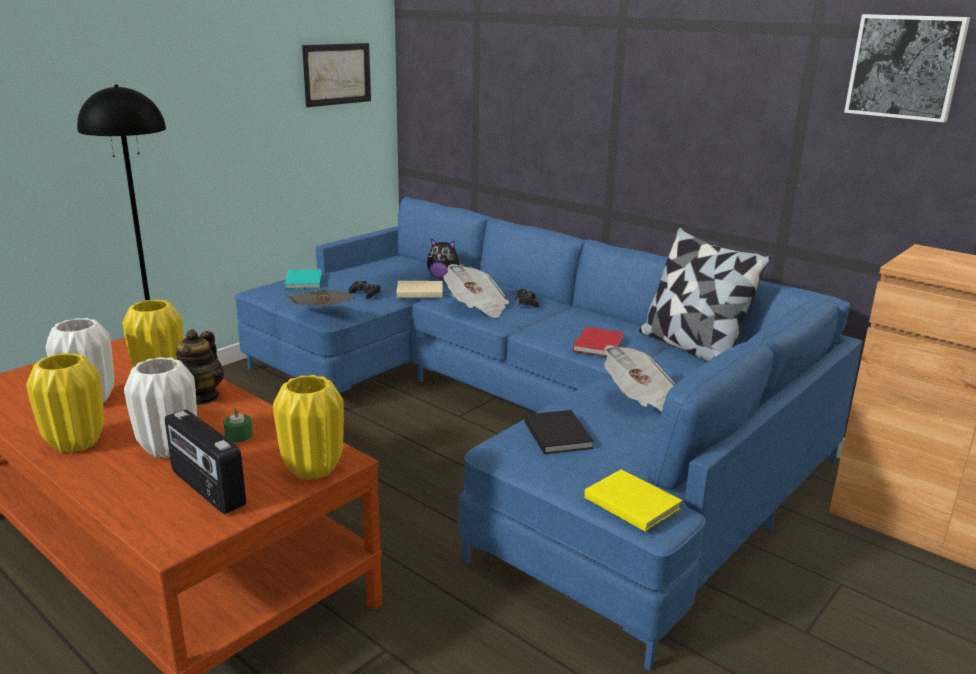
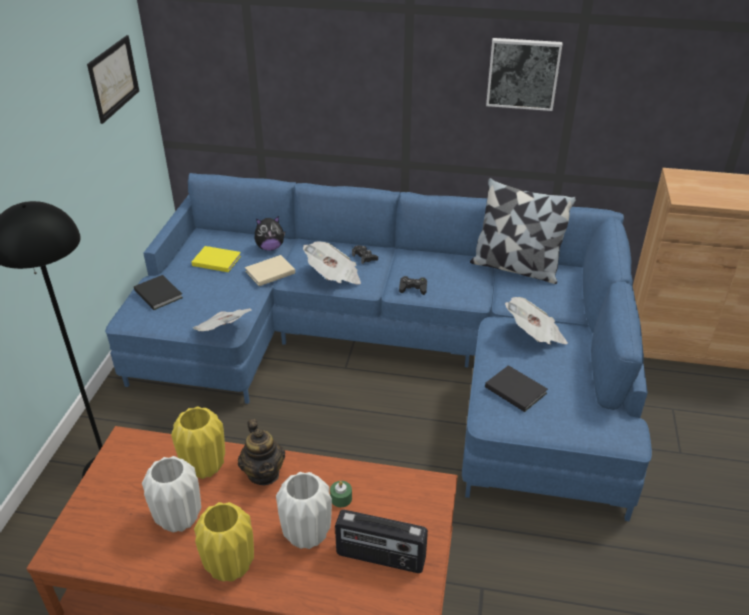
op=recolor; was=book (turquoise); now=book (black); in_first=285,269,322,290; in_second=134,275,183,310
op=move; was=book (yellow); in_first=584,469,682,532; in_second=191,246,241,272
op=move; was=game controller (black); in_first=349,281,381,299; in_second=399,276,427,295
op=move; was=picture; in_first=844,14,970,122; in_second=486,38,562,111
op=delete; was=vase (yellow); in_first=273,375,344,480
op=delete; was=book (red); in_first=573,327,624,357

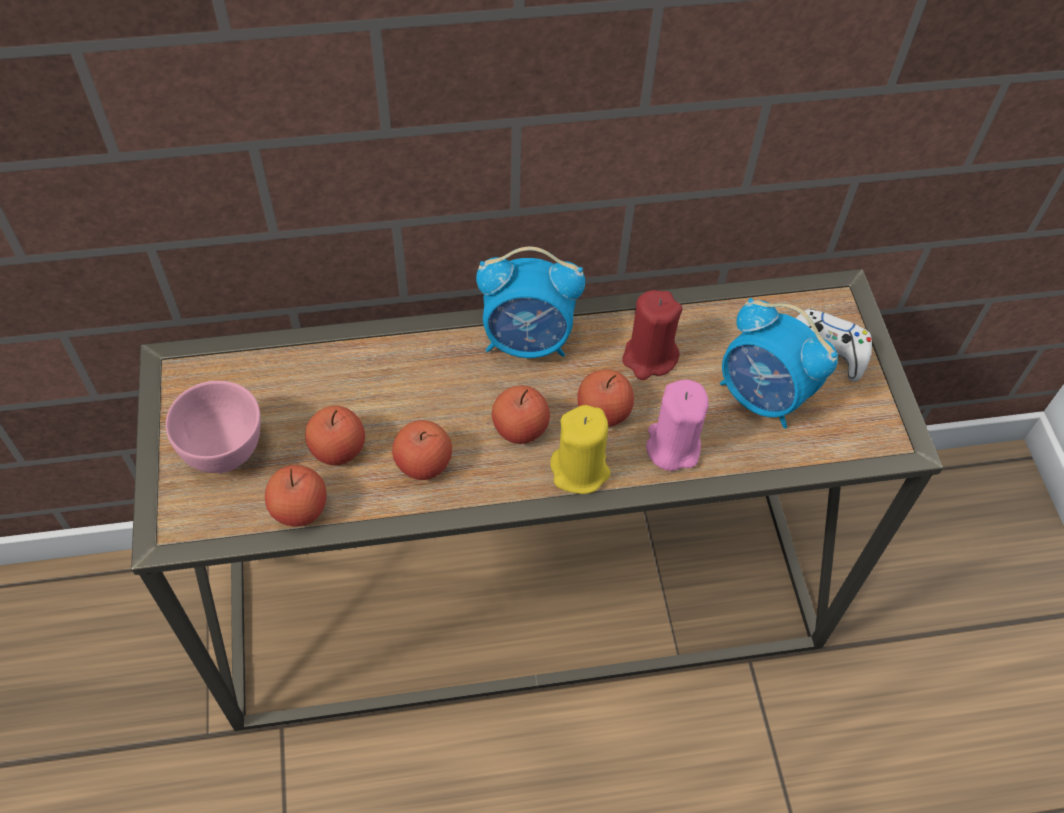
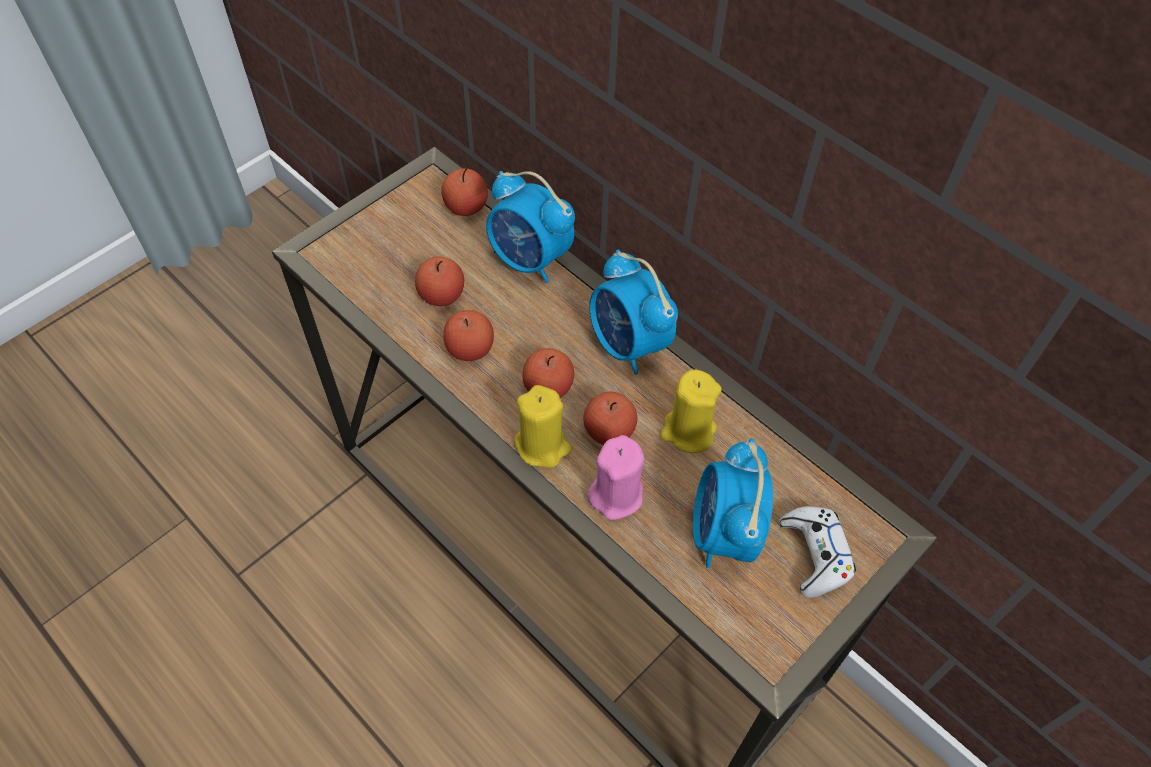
op=move; was=apple; in_first=265,465,327,526; in_second=441,167,488,216
op=insert; now=alarm clock; in_second=486,171,575,283
op=recolor; was=candle (red); now=candle (yellow); in_first=622,290,682,380; in_second=661,369,722,453
op=delete; was=bowl (pink); in_first=166,381,261,473

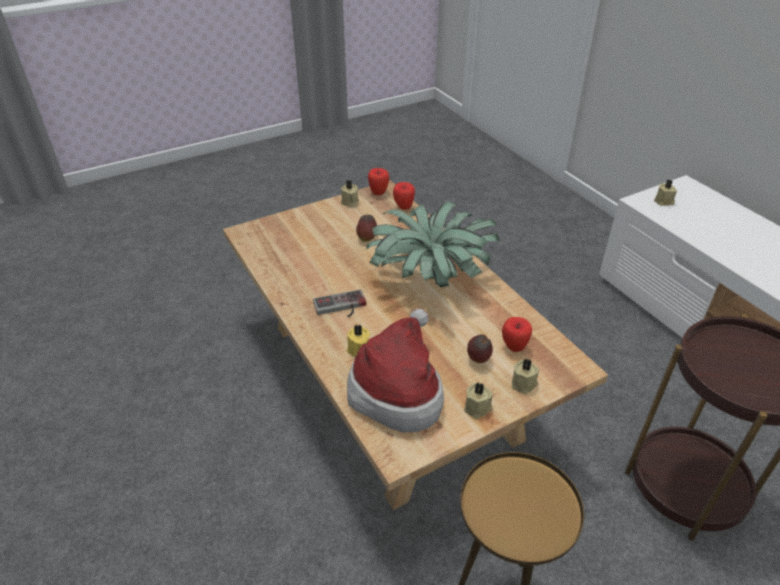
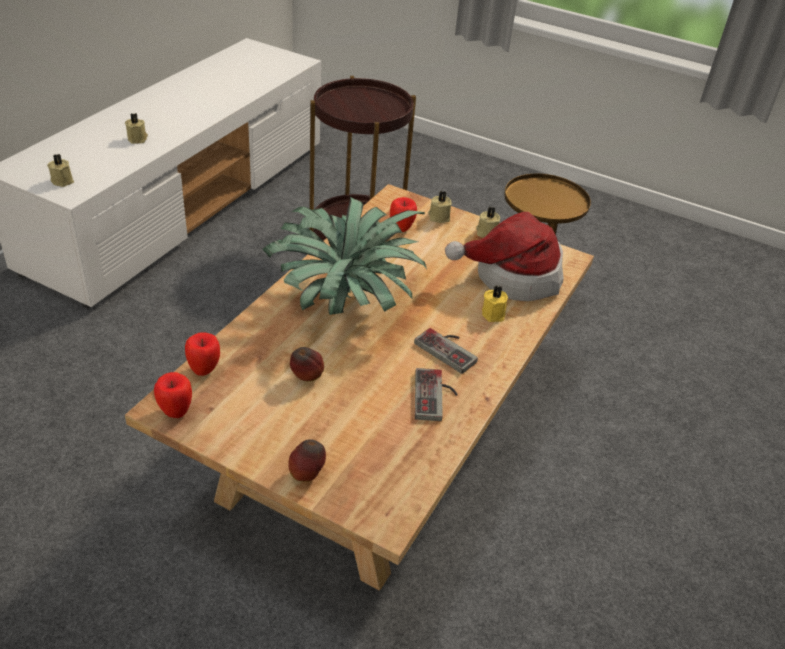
op=move; was=candle (beige); in_first=341,180,359,207; in_second=125,113,148,144
op=move; was=apple; in_first=467,334,493,363; in_second=289,439,326,482
op=insert; now=game controller; in_second=415,368,458,421

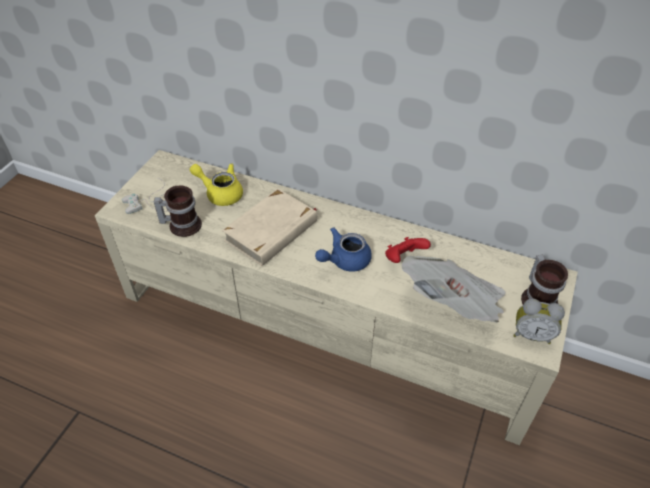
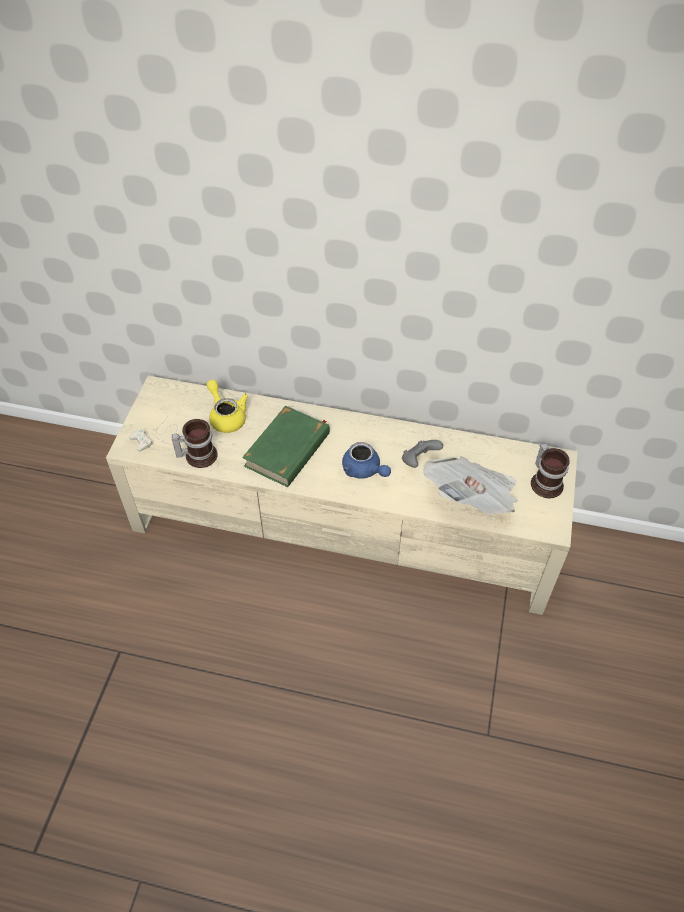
op=rotate; was=teapot (yellow); in_first=190,163,243,206; in_second=207,380,248,433; clockwise=45
op=recolor; was=book (beige); now=book (green); in_first=222,189,318,266; in_second=242,406,330,487
op=rotate; was=teapot (blue); in_first=315,227,372,272; in_second=342,442,391,479; clockwise=-90
op=recolor; was=game controller (red); now=game controller (grey); in_first=385,237,431,263; in_second=402,440,443,468
op=delete; was=alarm clock; in_first=513,299,565,344

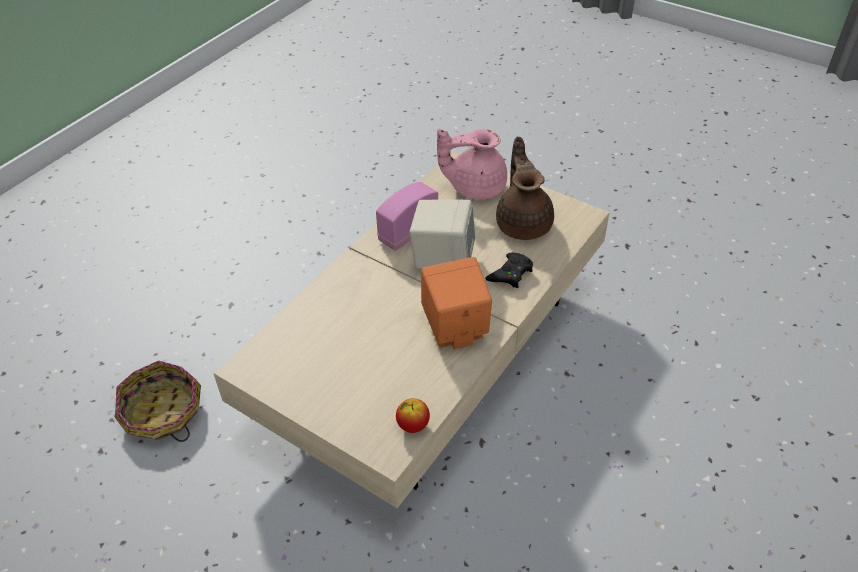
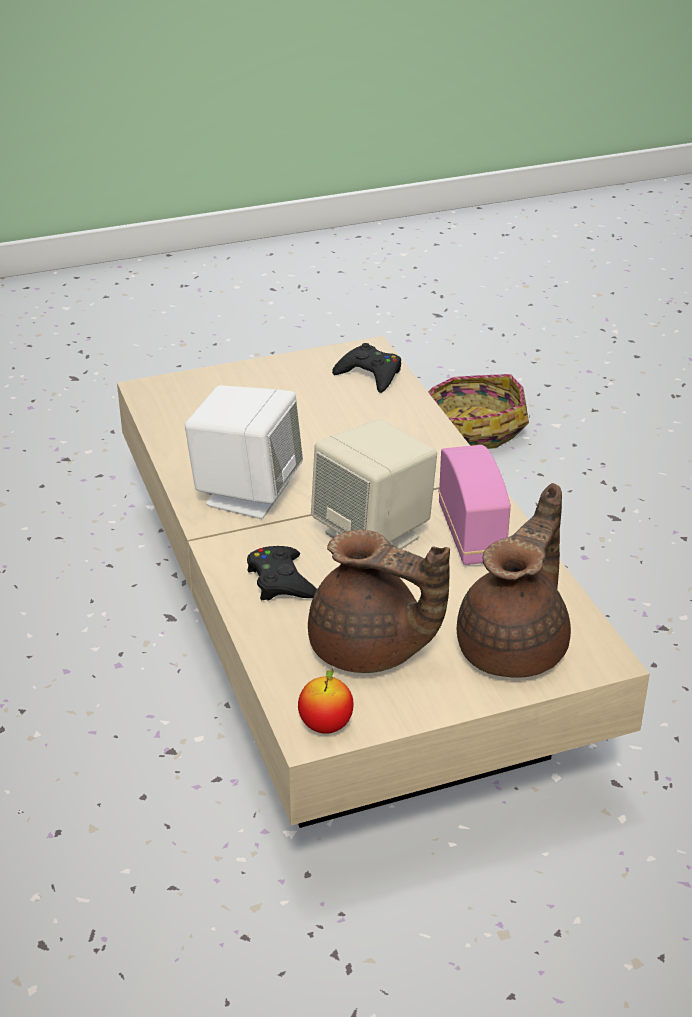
op=recolor; was=speaker (orange); now=speaker (white); in_first=421,257,492,349; in_second=185,385,303,519
op=move; was=apple; in_first=396,398,430,433; in_second=298,668,354,734
op=insert; now=game controller (black); in_second=332,343,401,393
op=recolor; was=teapot (pink); now=teapot (brown); in_first=437,129,507,199; in_second=457,483,571,678

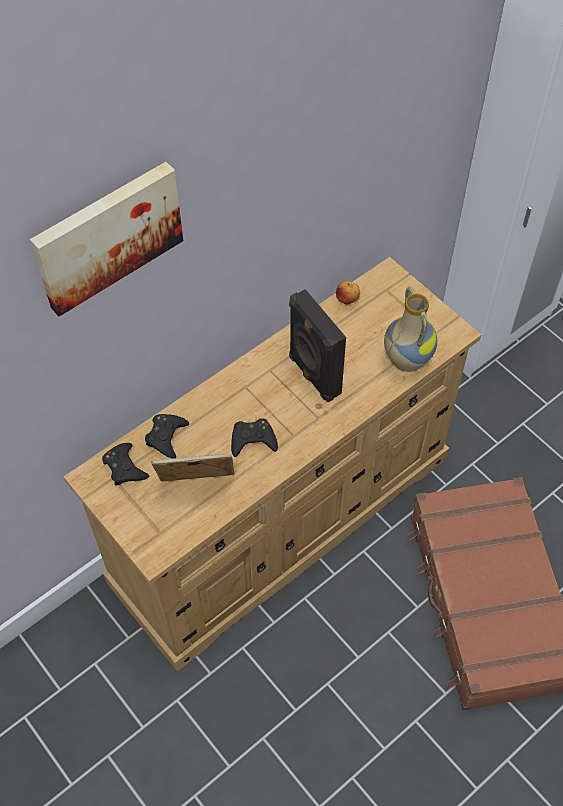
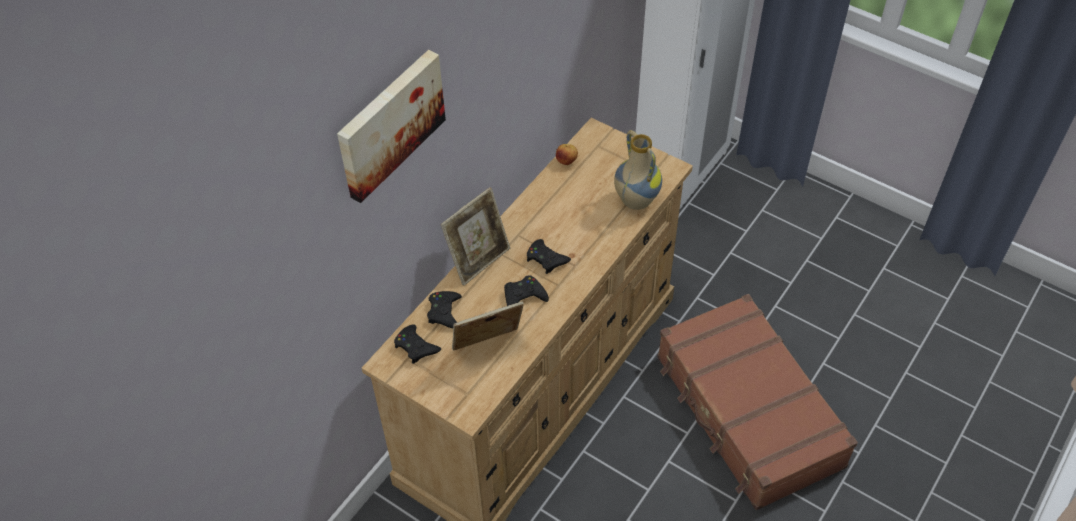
op=insert; now=picture frame; in_second=440,187,510,286
op=insert; now=game controller (black); in_second=527,239,571,274
op=delete; was=speaker (black); in_first=289,289,346,402

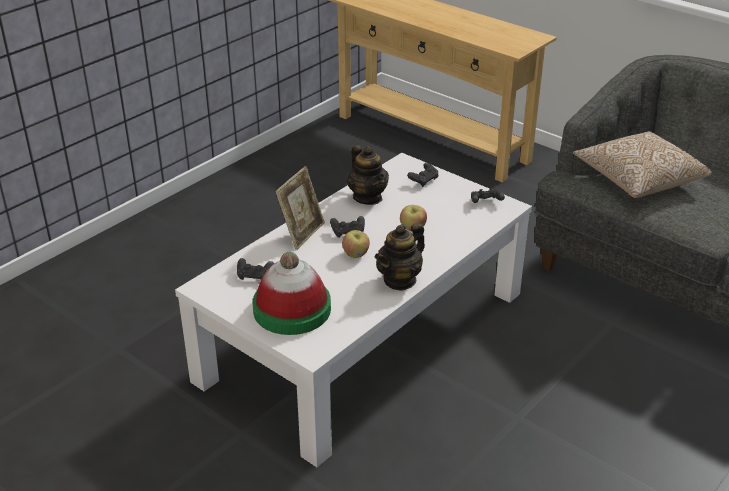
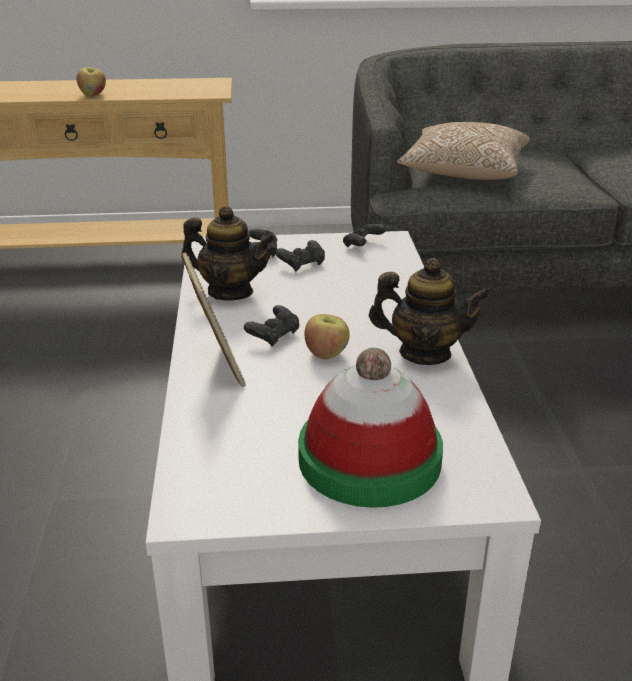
op=move; was=apple; in_first=400,205,427,231; in_second=77,67,106,96
op=move; was=game controller (black); in_first=237,258,274,280; in_second=276,240,325,272
op=rotate; was=teapot; in_first=375,223,425,291; in_second=369,258,490,365; clockwise=-75

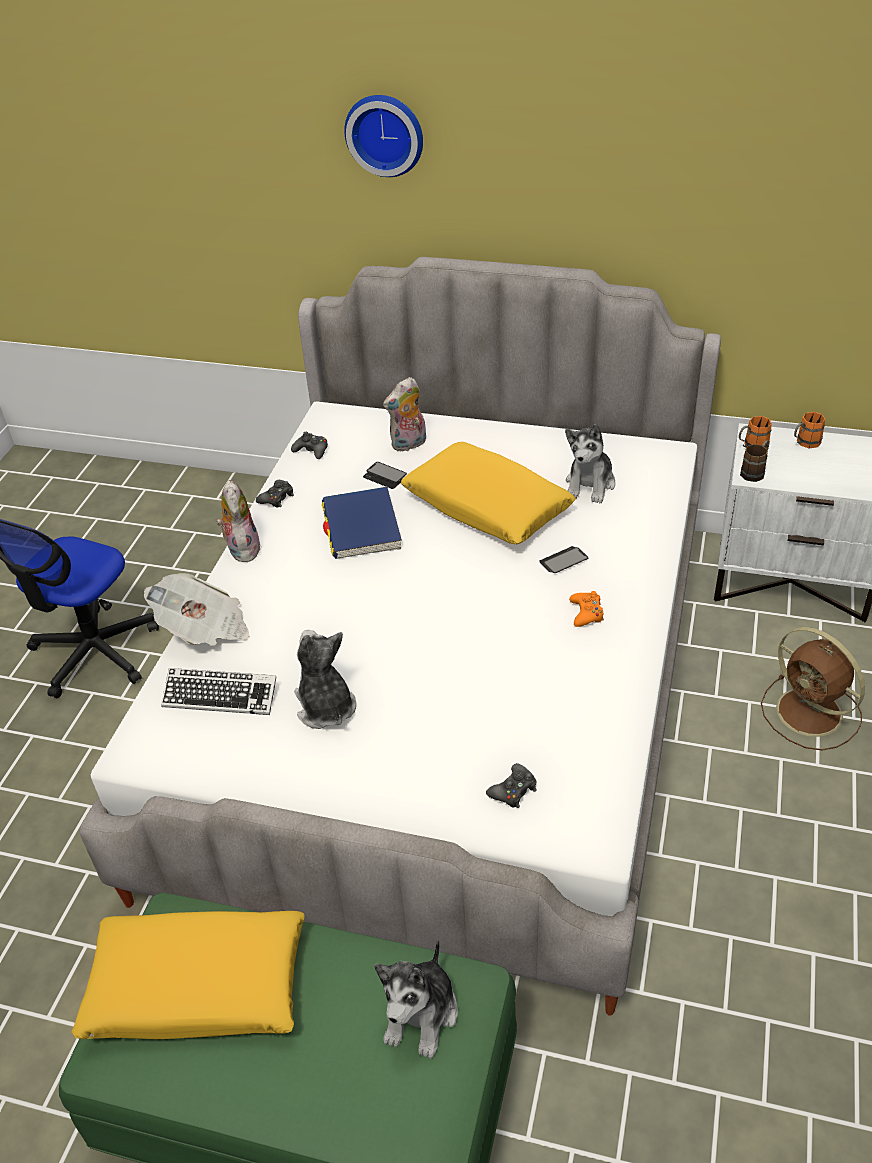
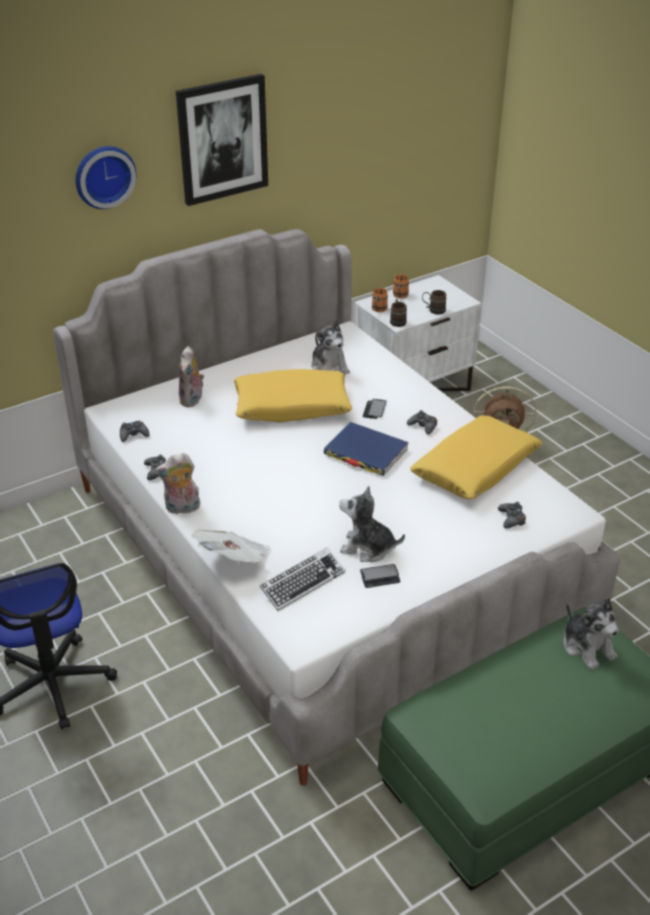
op=rotate; was=plush toy; in_first=217,480,261,562; in_second=155,453,200,514; clockwise=-45
op=insert; now=picture; in_second=176,74,268,206
op=move; was=book (blue); in_first=321,486,402,559; in_second=324,422,409,476
op=move; was=phone; in_first=363,462,407,489; in_second=360,564,400,588
op=recolor; was=game controller (orange); now=game controller (black); in_first=569,591,604,627; in_second=407,410,437,435
op=move; was=pillow (yellow); in_first=71,911,304,1039; in_second=410,415,542,499
op=insert; now=mug (brown); in_second=422,290,446,315

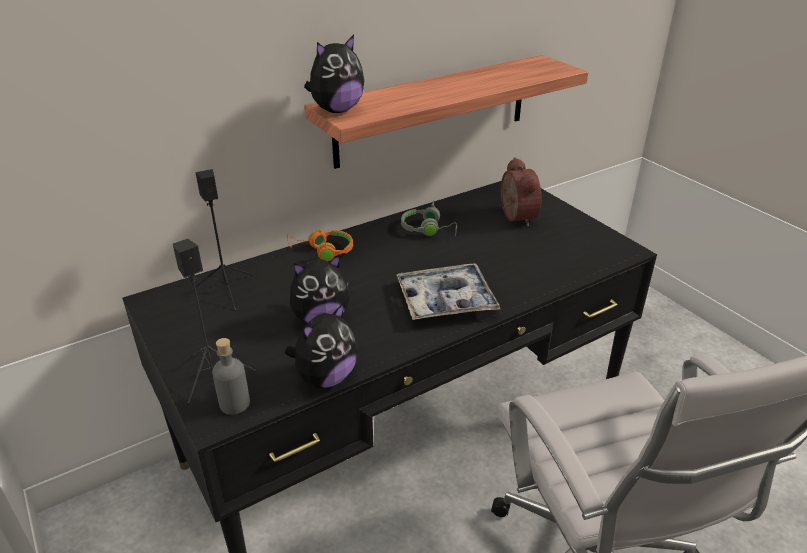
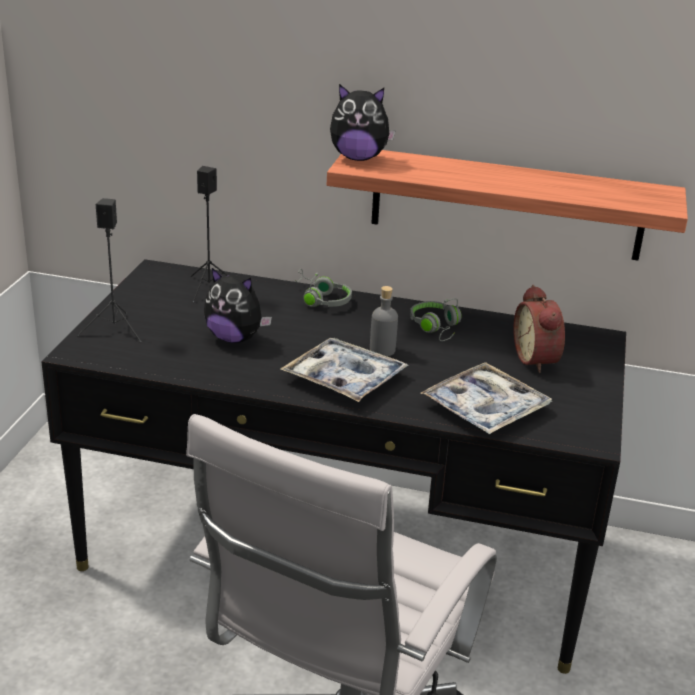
op=recolor; was=headphones (orange); now=headphones (grey); in_first=287,230,353,261; in_second=295,269,352,307
op=move; was=bottle (grey); in_first=212,338,250,415; in_second=370,286,398,357
op=insert; now=tray; in_second=421,362,552,435
op=rotate; was=alarm clock; in_first=501,157,542,227; in_second=513,285,565,373; clockwise=135
op=delete; was=plush toy; in_first=285,302,358,388

